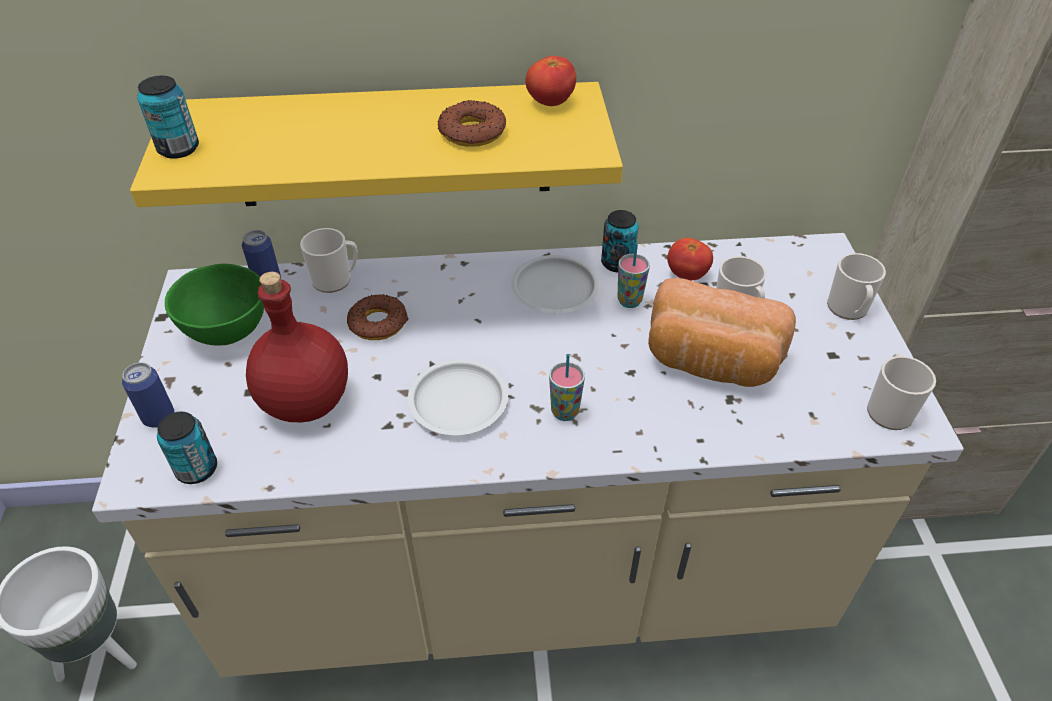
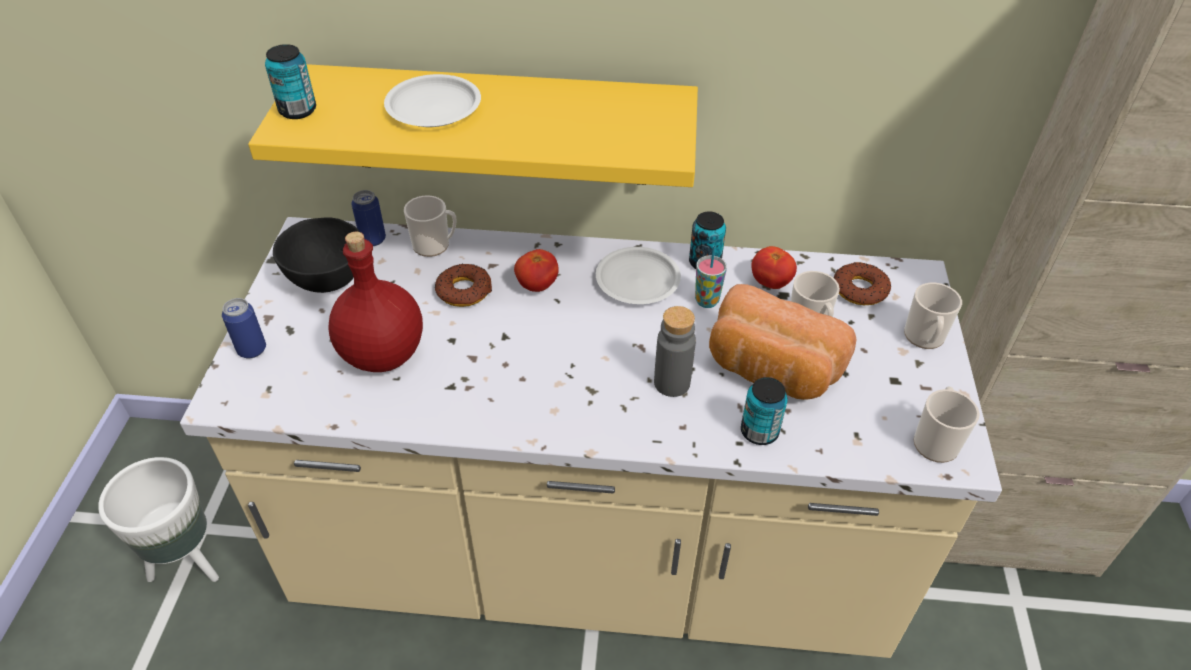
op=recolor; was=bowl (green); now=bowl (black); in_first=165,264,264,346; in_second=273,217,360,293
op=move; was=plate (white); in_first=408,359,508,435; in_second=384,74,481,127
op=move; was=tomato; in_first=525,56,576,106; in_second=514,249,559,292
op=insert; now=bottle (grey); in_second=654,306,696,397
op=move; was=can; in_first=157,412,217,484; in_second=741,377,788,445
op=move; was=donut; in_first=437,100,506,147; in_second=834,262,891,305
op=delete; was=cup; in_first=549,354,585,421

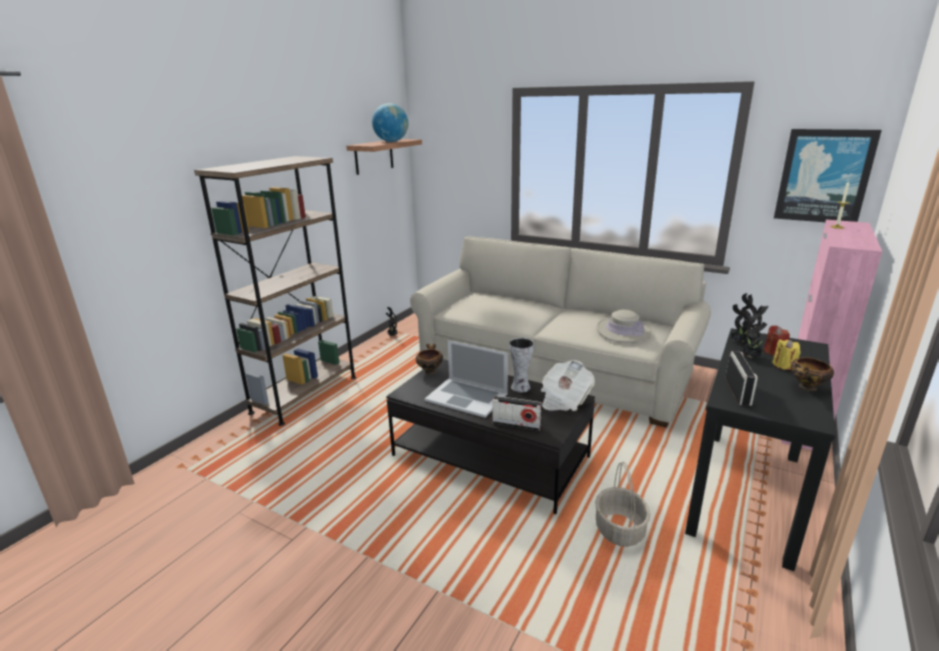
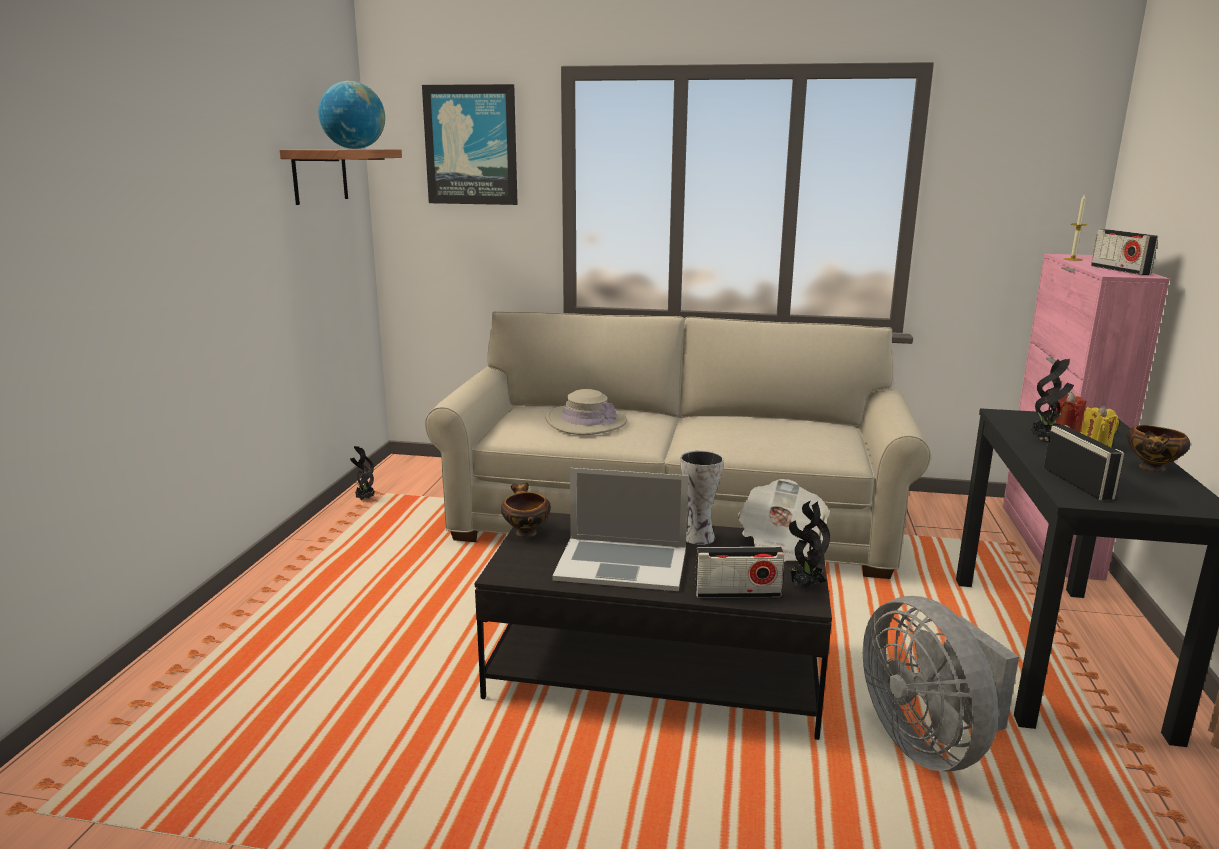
op=move; was=picture; in_first=774,129,882,222; in_second=422,84,518,205
op=move; was=hat (beige); in_first=596,310,652,343; in_second=545,389,627,435
op=move; was=potted plant; in_first=731,293,757,343; in_second=789,501,830,589
op=replace; was=basket; now=fan (grey); in_first=595,461,650,547; in_second=863,596,1019,772
op=insert; now=radio; in_second=1091,229,1158,275
op=delete; was=bookcase (brown); in_first=194,156,356,426

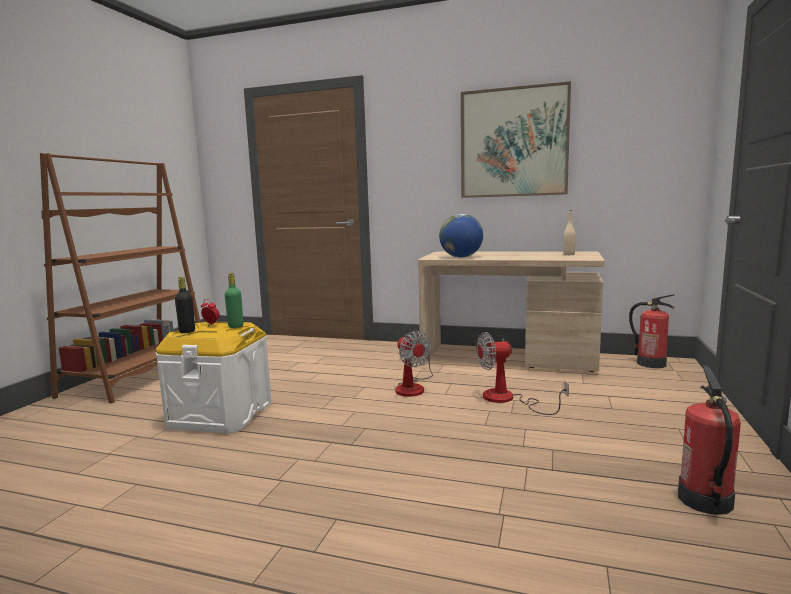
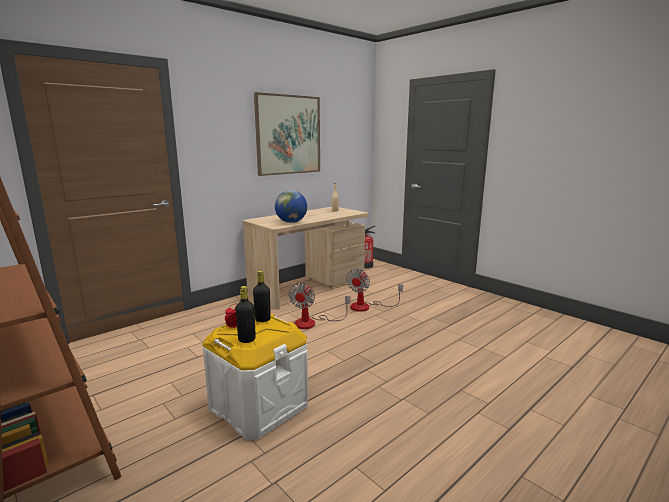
op=recolor; was=bottle (green); now=bottle (black); in_first=225,273,243,328; in_second=253,271,271,322
op=rotate; was=fan; in_first=396,331,433,397; in_second=288,283,350,329; clockwise=105
op=delete; was=fire extinguisher; in_first=678,366,741,515

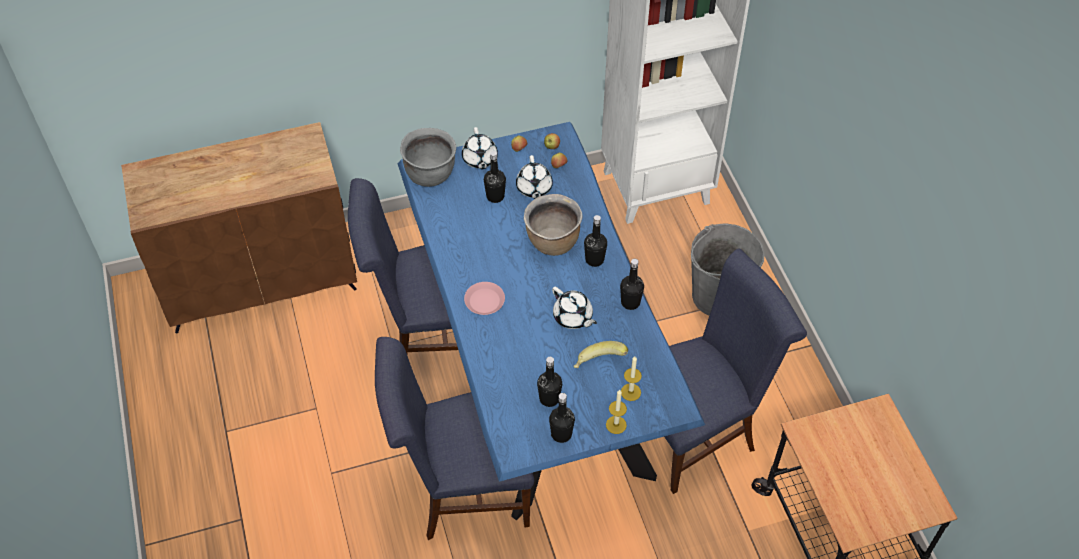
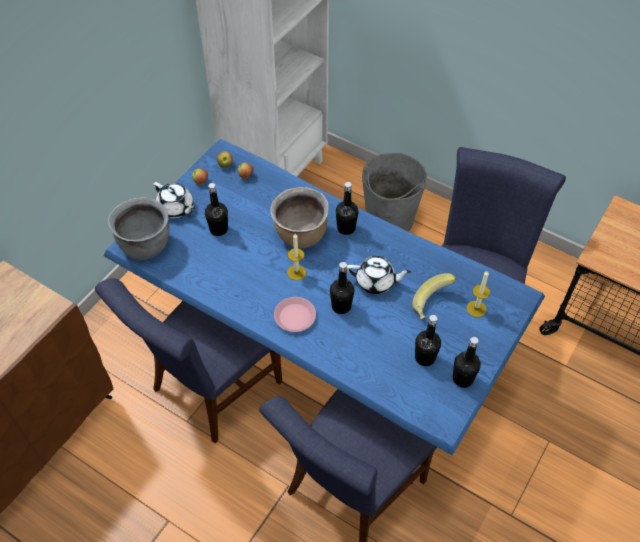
op=move; was=candle; in_first=606,390,627,434; in_second=287,233,306,280
op=move; was=bottle (black); in_first=620,259,644,310; in_second=330,262,354,314
op=delete; was=teapot (white); in_first=516,155,553,199

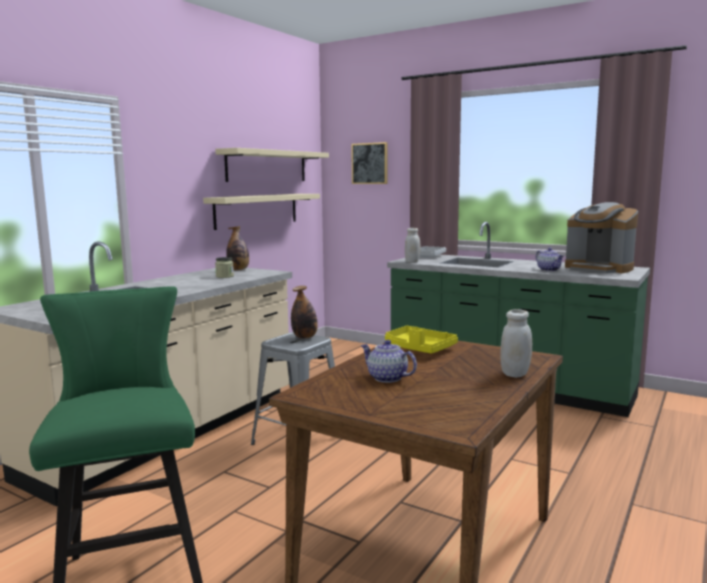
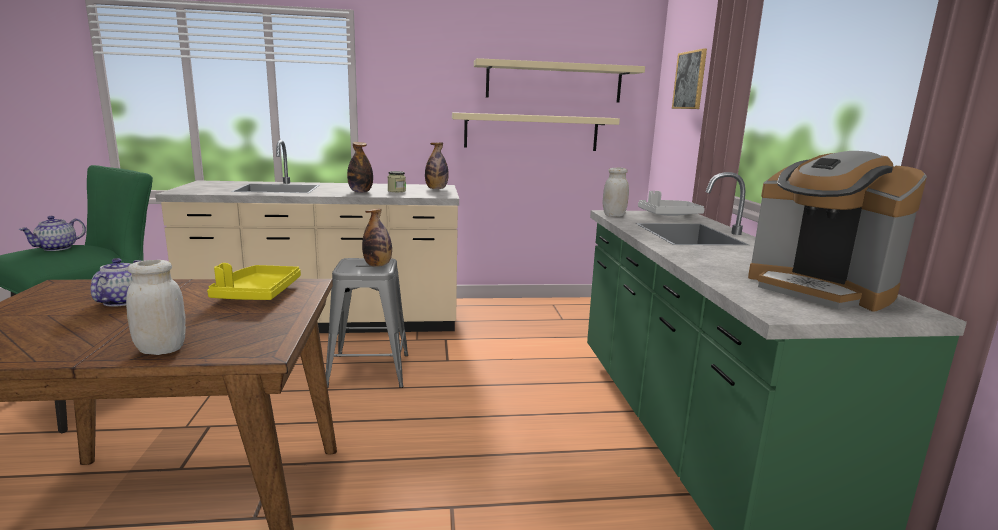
op=move; was=teapot; in_first=536,248,564,271; in_second=19,216,86,251
op=insert; now=bottle; in_second=347,142,373,193
op=rotate; was=coffee machine; in_first=565,202,638,274; in_second=748,151,927,312; clockwise=-45

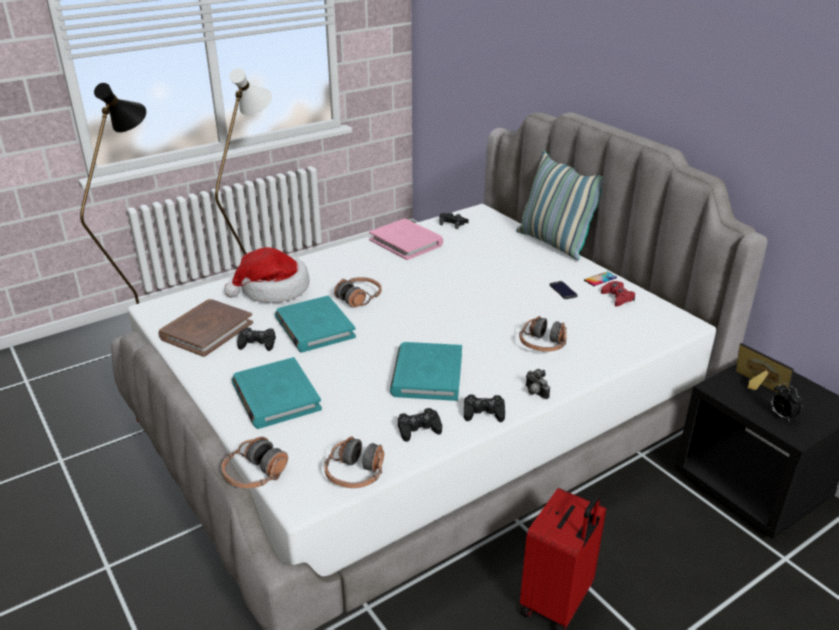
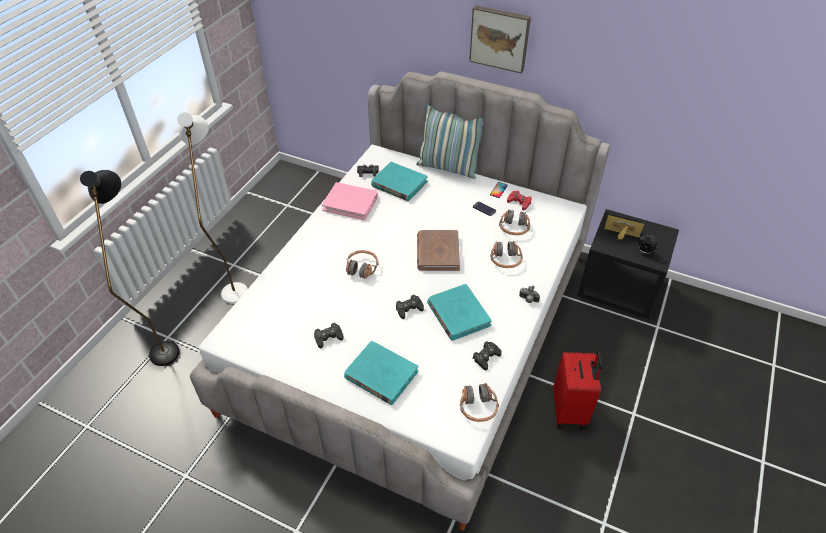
op=move; was=book (turquoise); in_first=275,296,356,352; in_second=371,162,428,201
op=move; was=game controller (black); in_first=464,395,505,422; in_second=396,295,424,319
op=move; was=book (brown); in_first=158,299,253,357; in_second=417,230,460,271
op=insert; now=picture; in_second=469,5,531,74
op=move; was=headphones; in_first=222,437,288,488; in_second=499,210,530,235
op=delete; was=hat; in_first=224,247,310,303

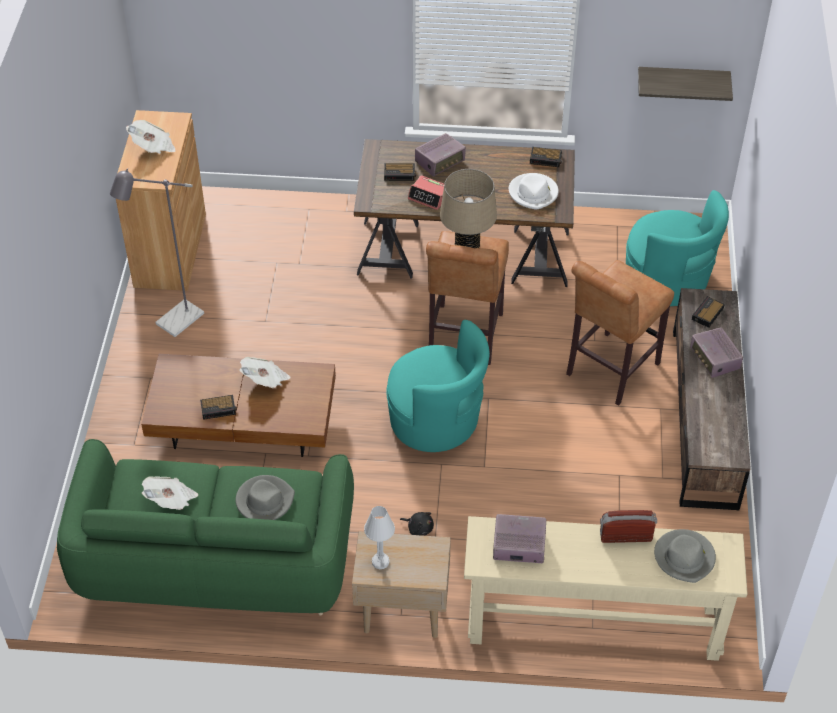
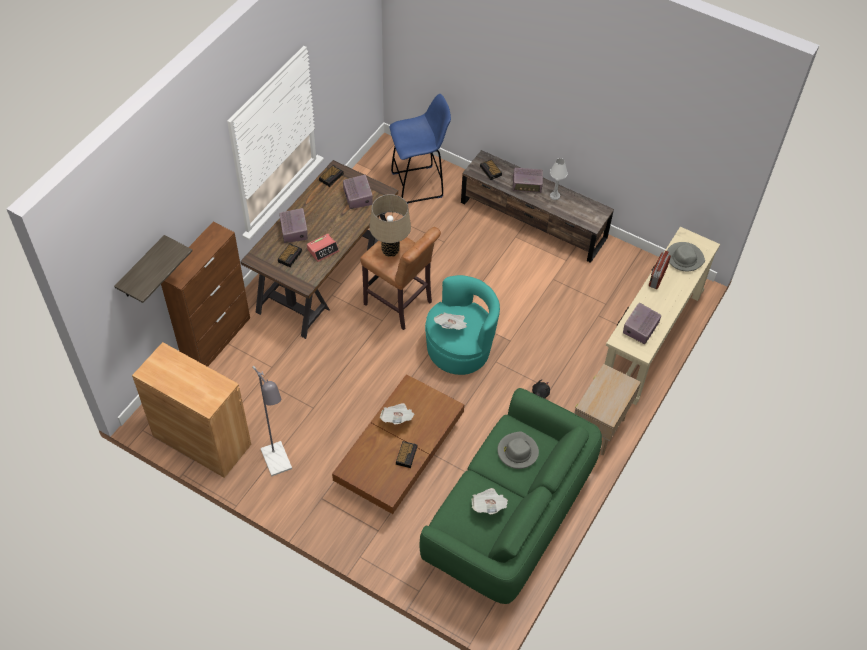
op=move; was=shelf; in_first=638,67,733,101; in_second=114,235,192,303
op=insert; now=cabinet (brown); in_second=161,222,250,367
op=replace; was=hat (white); now=radio; in_first=509,173,559,210; in_second=343,175,373,209
op=replace; was=armchair (turquoise); now=stool (blue); in_first=626,190,729,306; in_second=389,94,451,204
op=move; was=newspaper; in_first=126,120,176,154; in_second=434,313,467,330
op=move; was=table lamp (white); in_first=364,506,395,569; in_second=550,158,568,200
op=delete; was=stool (brown); in_first=566,260,674,406

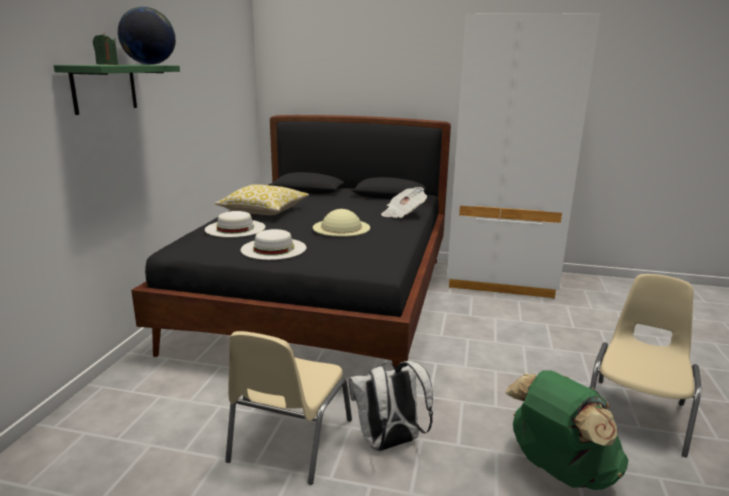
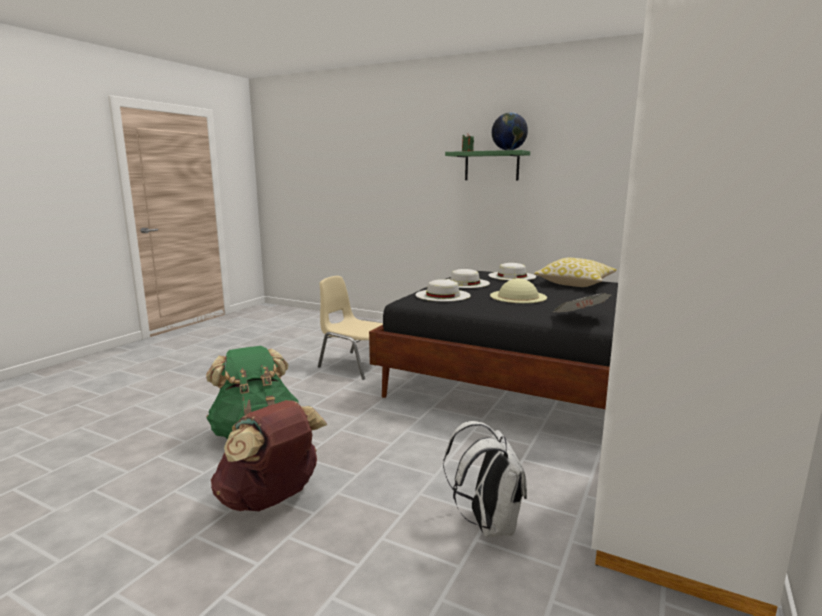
op=replace; was=chair (beige); now=backpack (brown); in_first=590,274,701,457; in_second=211,400,327,511
op=insert; now=hat (white); in_second=416,279,471,301
op=move; was=backpack (white); in_first=349,361,433,451; in_second=443,421,527,537

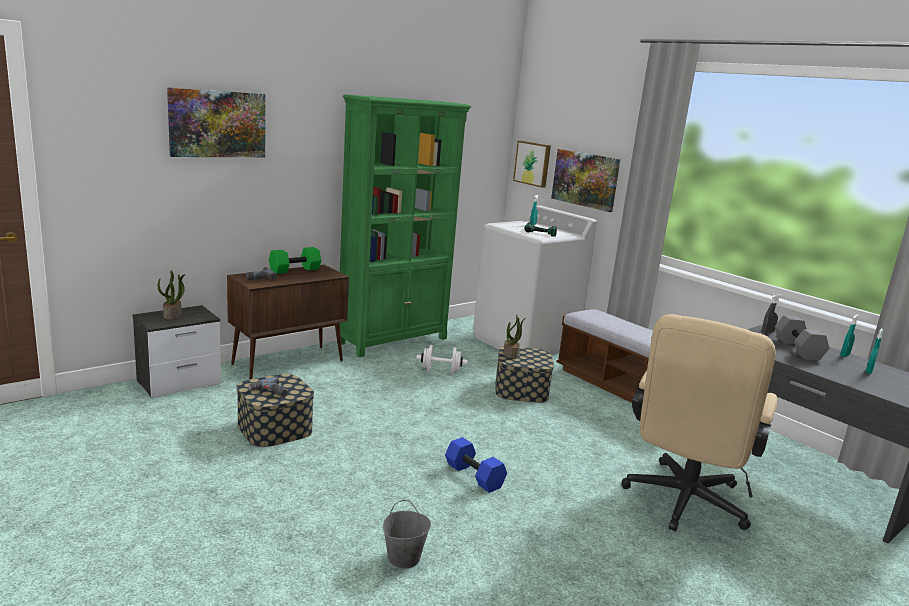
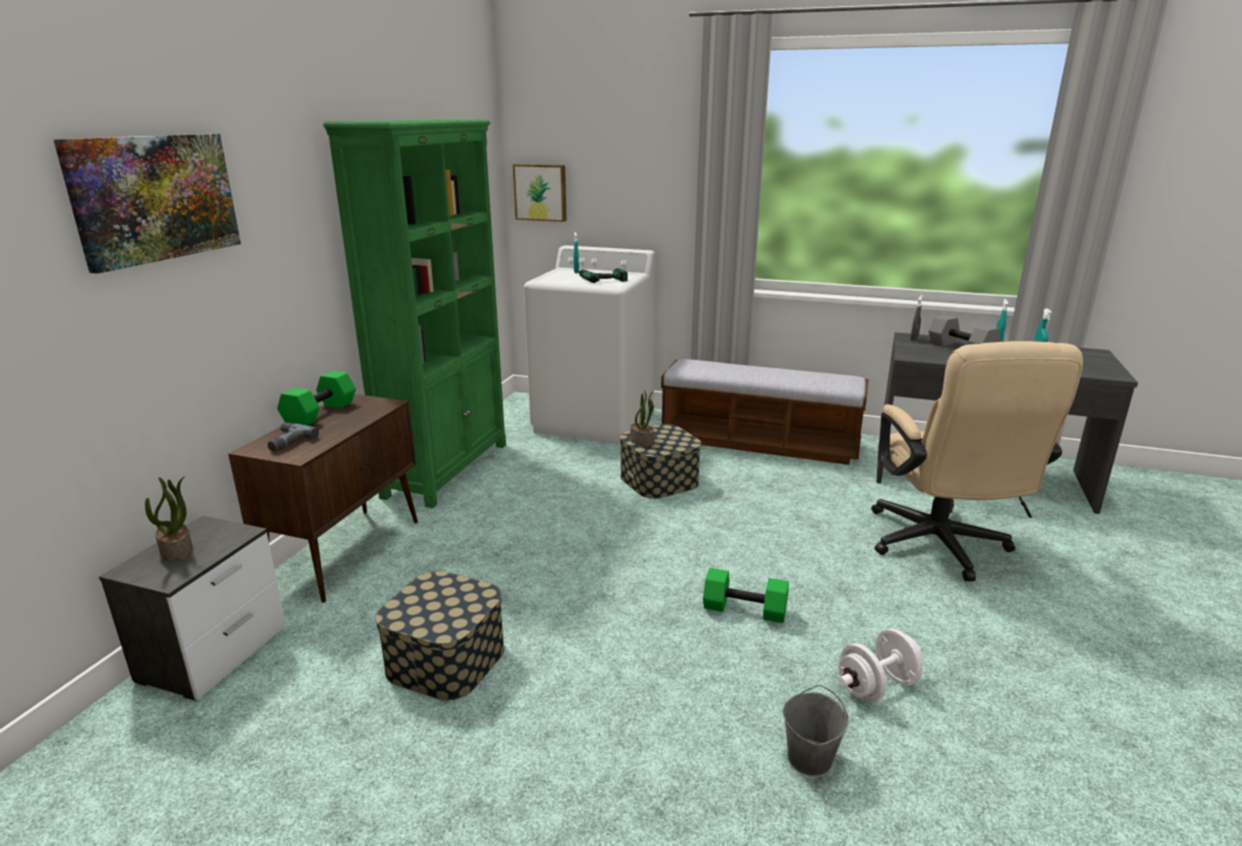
op=recolor; was=dumbbell (blue); now=dumbbell (green); in_first=445,437,507,493; in_second=703,568,789,623
op=move; was=dumbbell (white); in_first=416,345,467,375; in_second=839,629,923,702
op=delete; was=power drill; in_first=248,376,288,397
op=delete; was=picture; in_first=551,149,621,212

